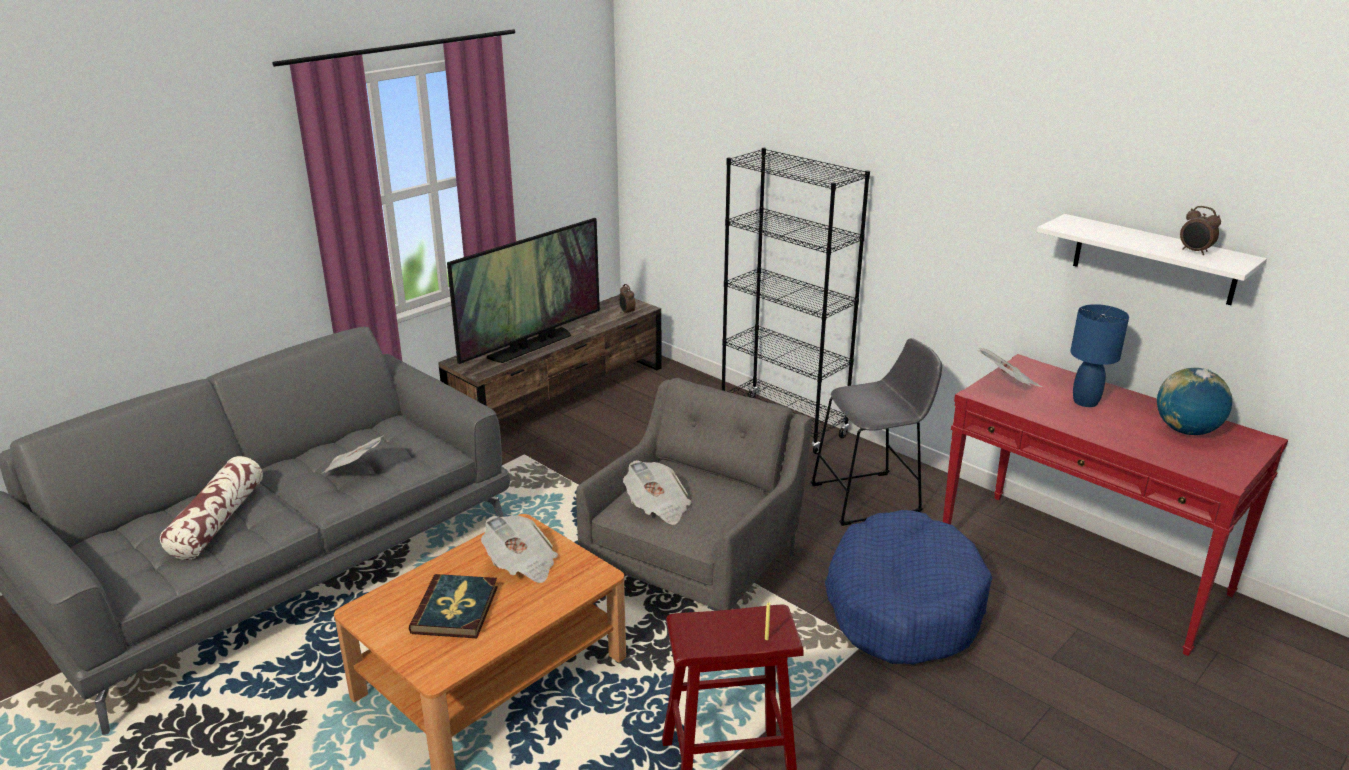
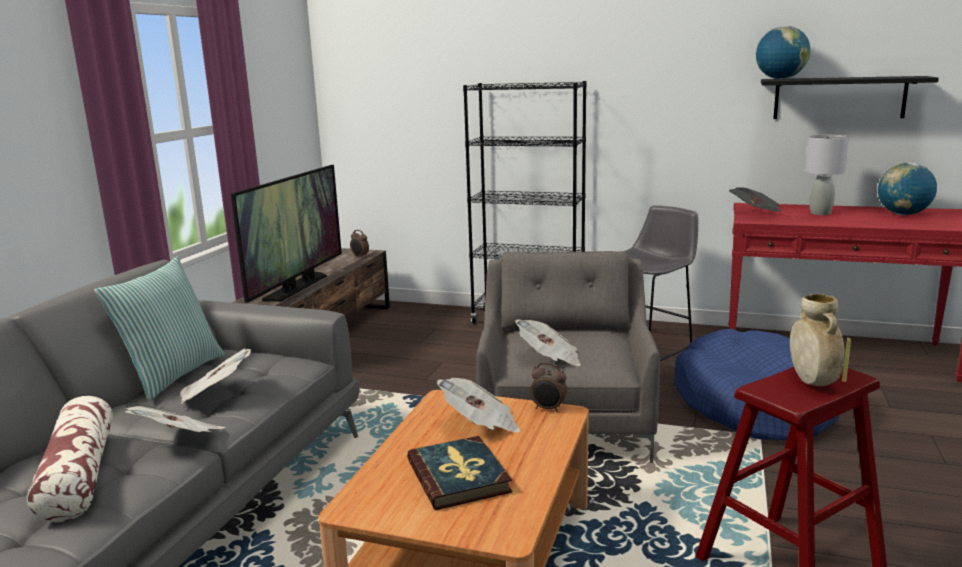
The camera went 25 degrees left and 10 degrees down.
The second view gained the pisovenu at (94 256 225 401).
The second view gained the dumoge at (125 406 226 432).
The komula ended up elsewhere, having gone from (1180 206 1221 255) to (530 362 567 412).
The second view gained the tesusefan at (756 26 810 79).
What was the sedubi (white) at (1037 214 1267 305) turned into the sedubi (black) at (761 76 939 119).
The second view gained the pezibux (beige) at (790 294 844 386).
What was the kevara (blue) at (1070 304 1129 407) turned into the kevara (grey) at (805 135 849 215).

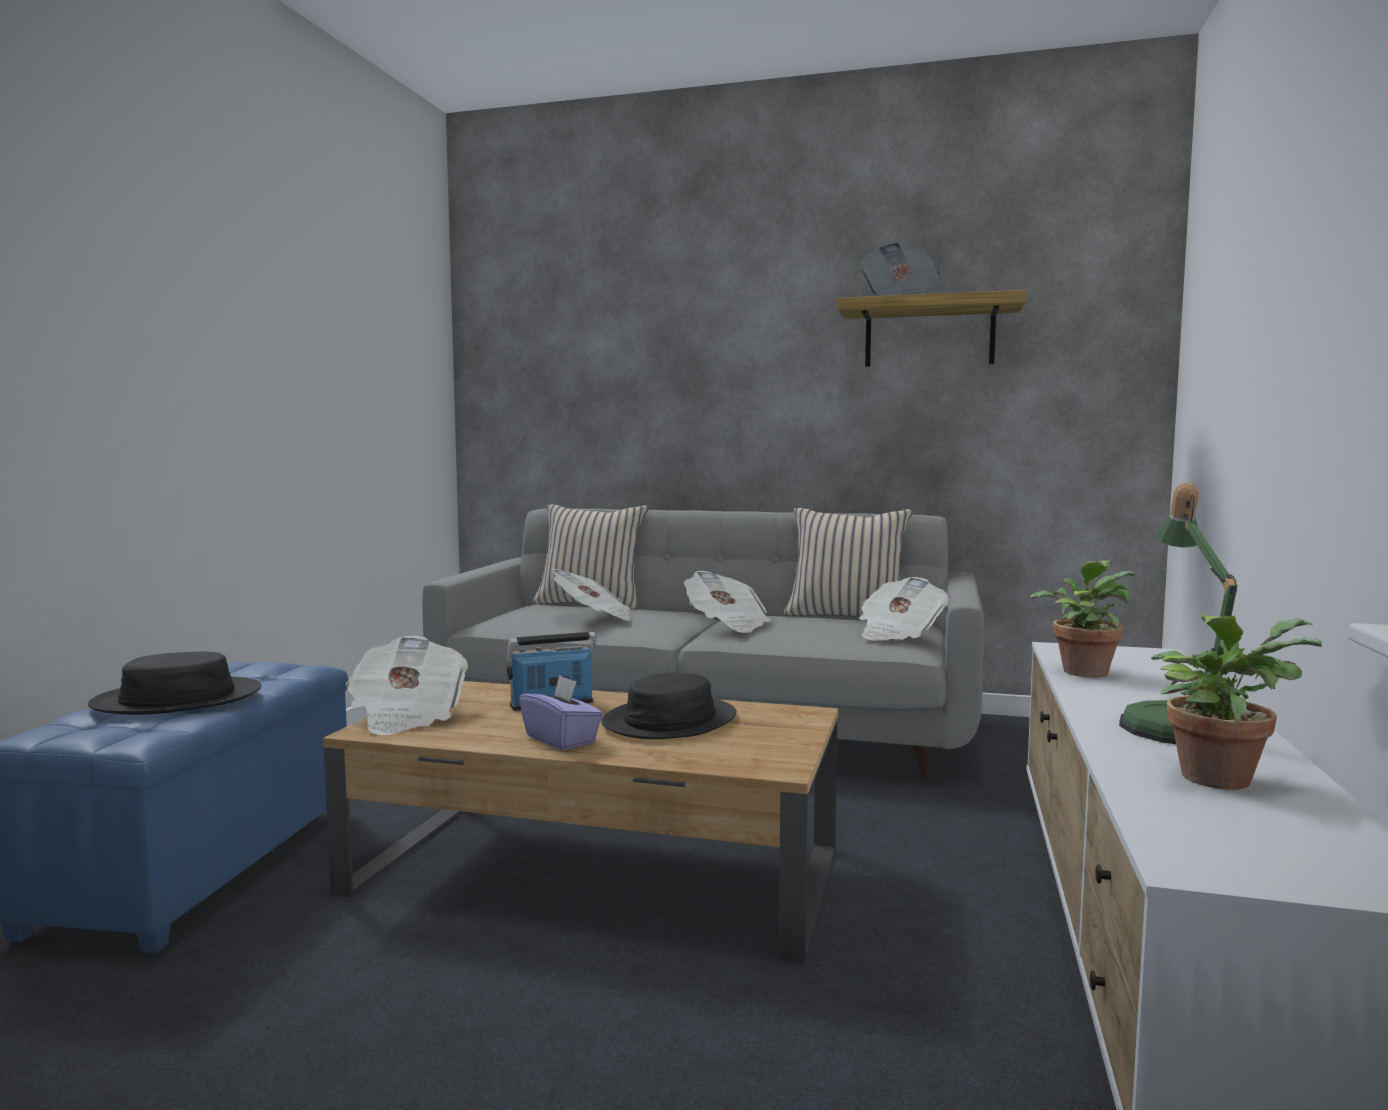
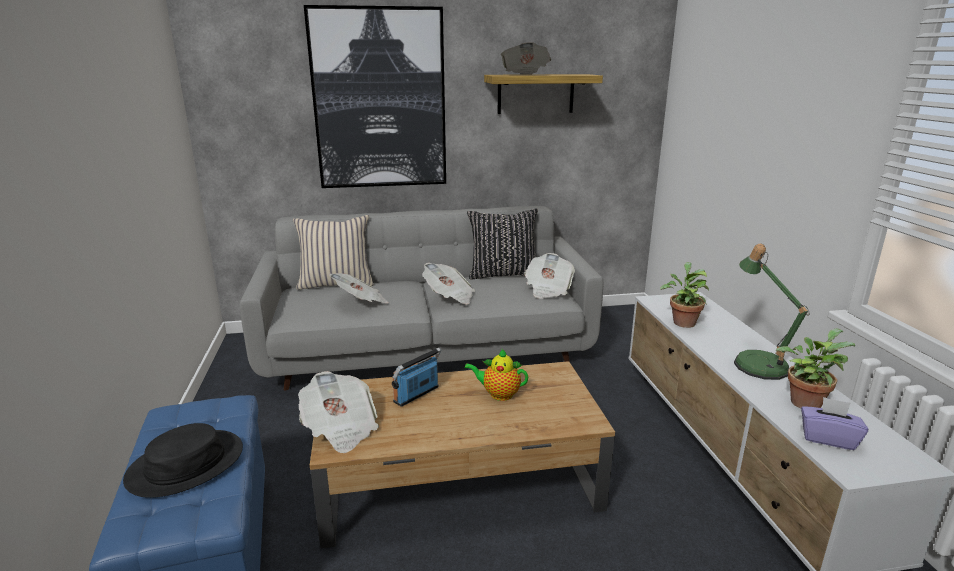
The camera went 25 degrees left and 15 degrees up.
The second view gained the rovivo at (304 5 446 188).
Where the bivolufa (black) stood at (601 672 737 739), the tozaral came to stand at (464 348 528 401).
What was the pisovenu (beige) at (784 508 913 616) turned into the pisovenu (black) at (467 208 538 279).
The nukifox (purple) ended up elsewhere, having gone from (519 675 603 751) to (801 397 868 450).

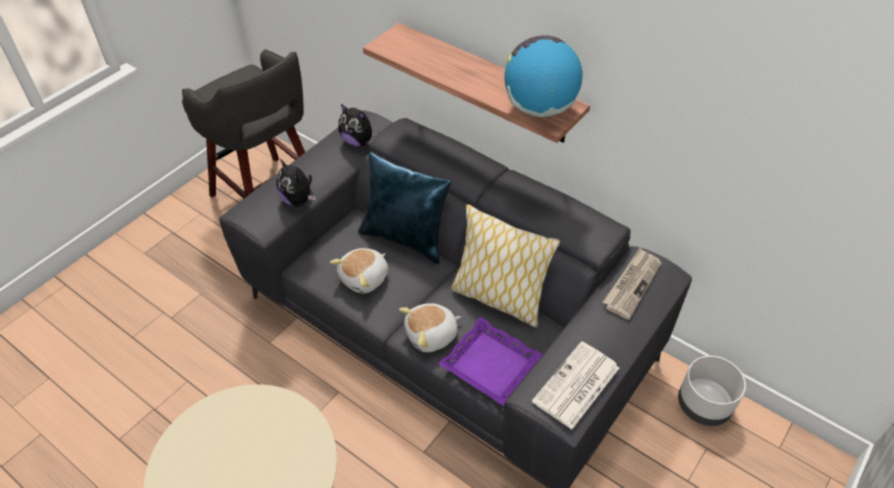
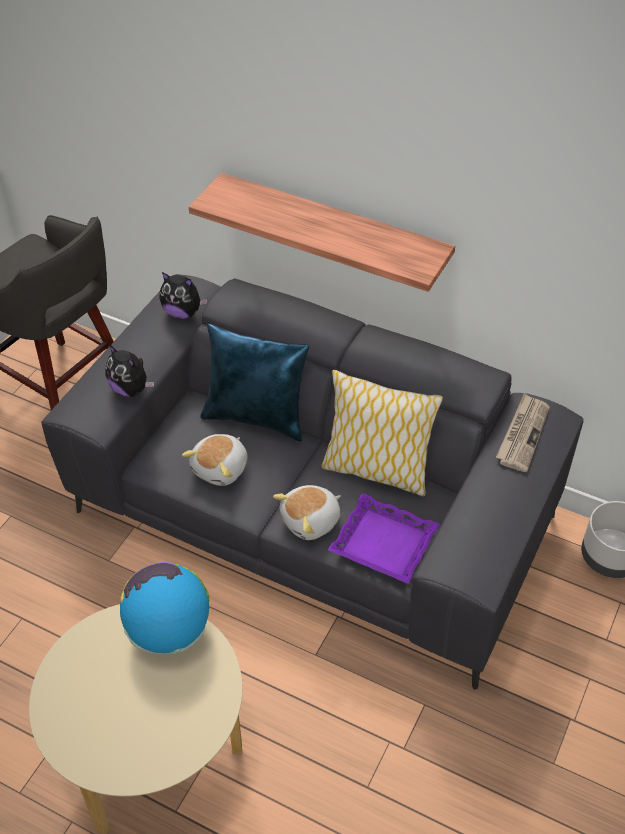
The camera went 10 degrees left and 0 degrees up.
The tesusefan ended up elsewhere, having gone from (505 35 583 117) to (120 562 209 654).
The second view lost the dumoge at (532 341 619 430).

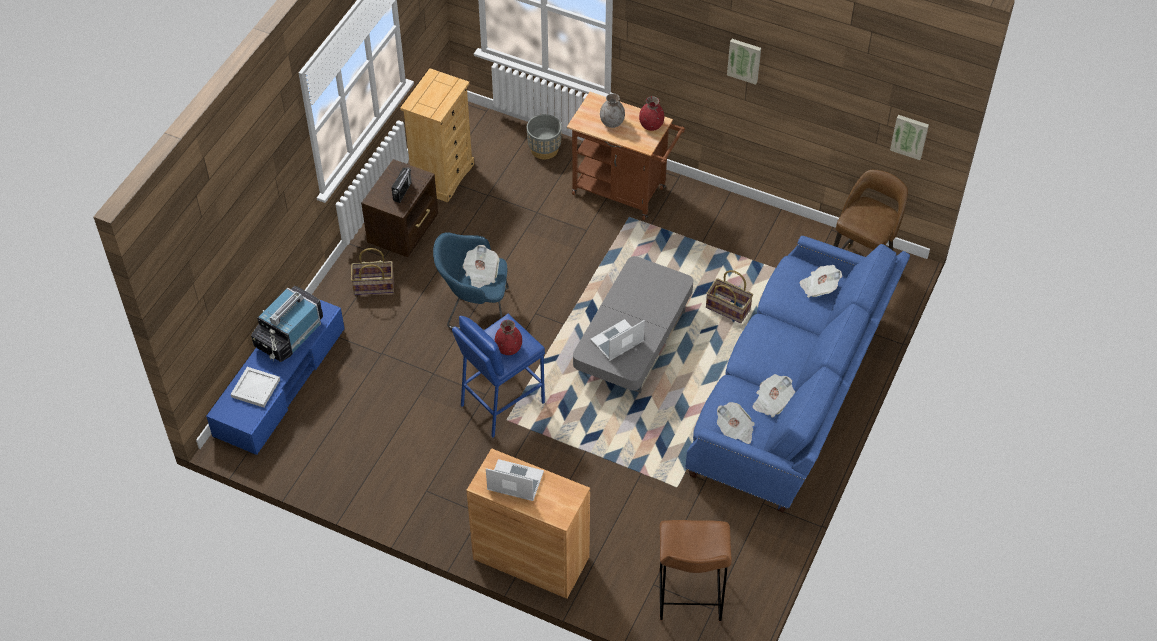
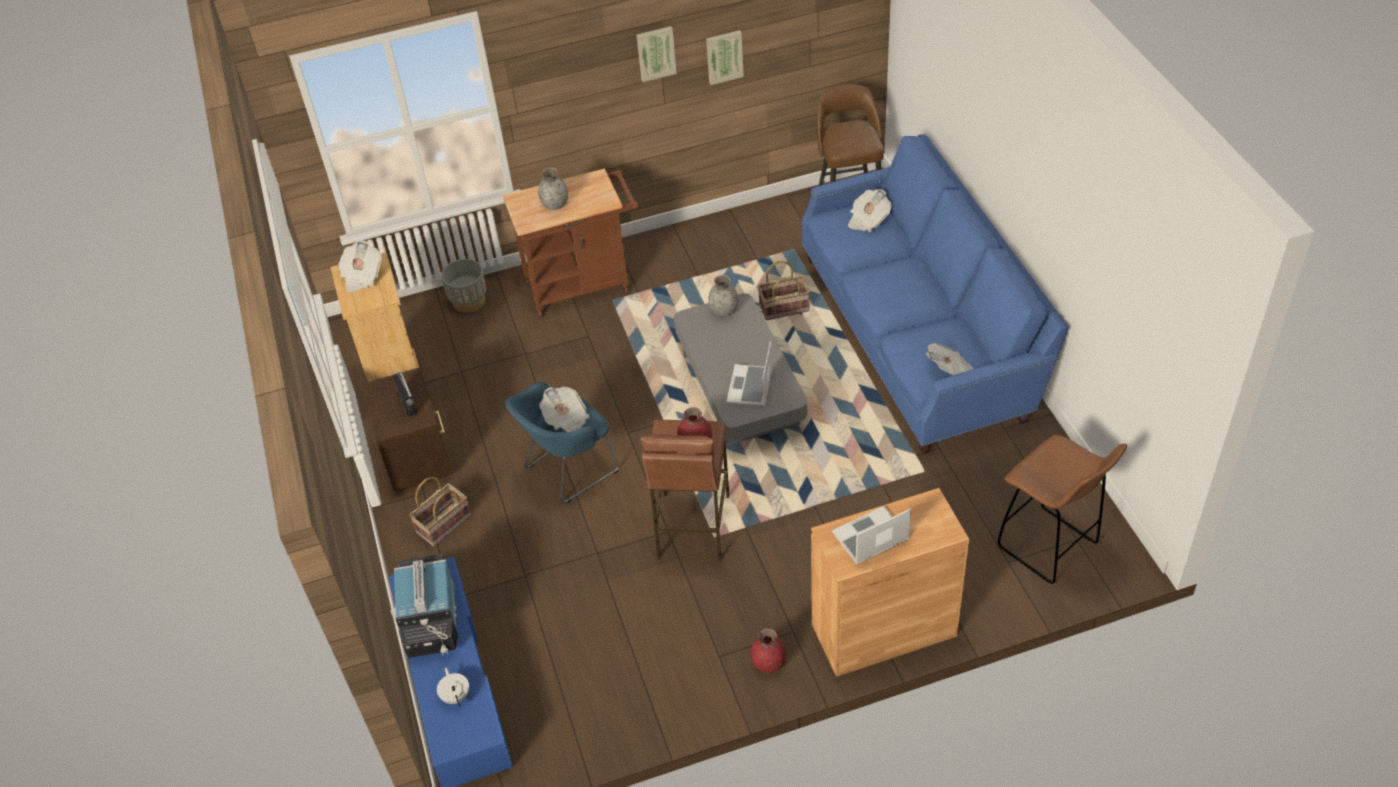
The camera went 40 degrees left and 5 degrees down.
The dumoge ended up elsewhere, having gone from (753 374 795 418) to (338 241 382 292).
Where the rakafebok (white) stood at (231 367 280 408), the tozaral (white) came to stand at (437 668 469 707).
What was the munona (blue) at (452 314 545 438) turned into the munona (brown) at (640 419 730 562).
The rovivo ended up elsewhere, having gone from (890 115 929 160) to (706 30 744 85).
The second view gained the pezibux (grey) at (708 275 739 316).
The pezibux (red) ended up elsewhere, having gone from (639 96 664 131) to (751 628 786 673).

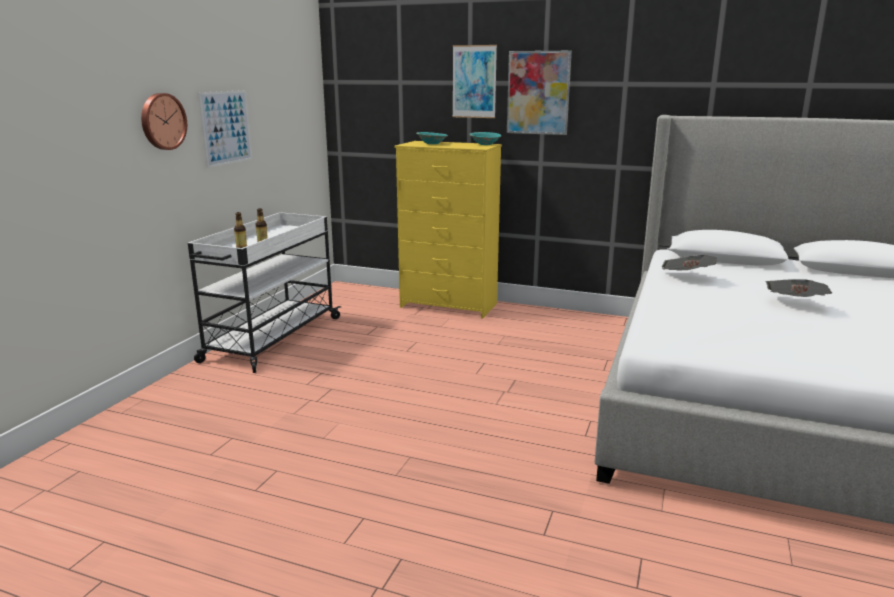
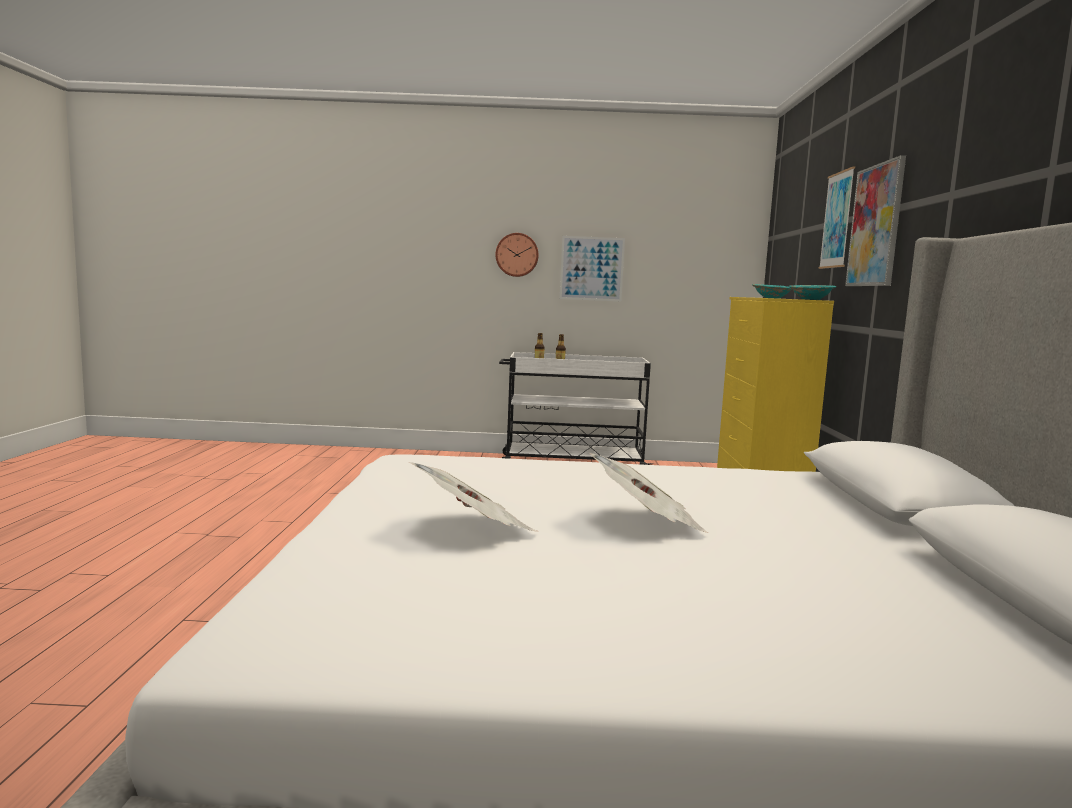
The camera went 70 degrees right and 10 degrees down.
The dumoge ended up elsewhere, having gone from (662 255 717 270) to (409 462 538 532).

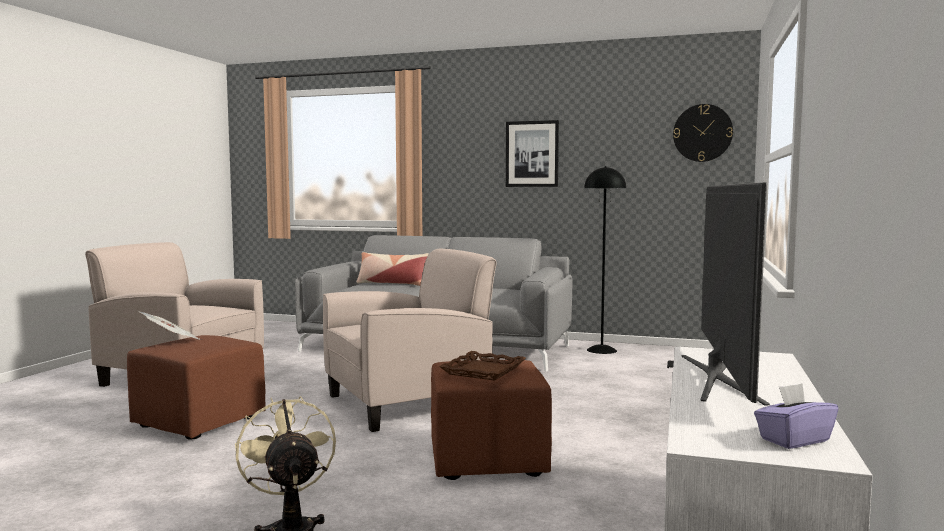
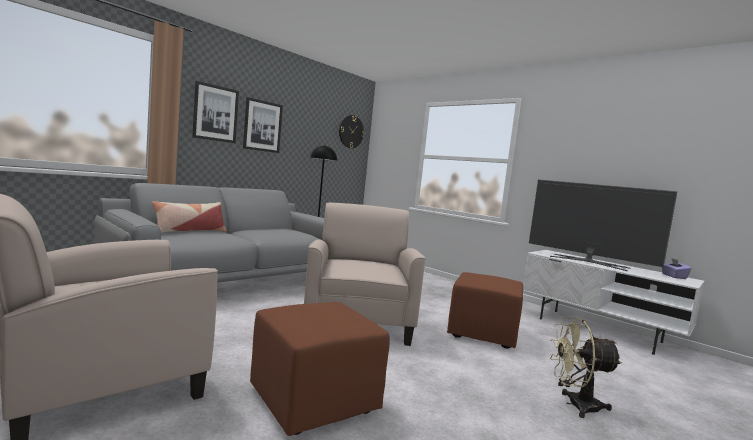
The camera went 65 degrees left and 0 degrees up.
The second view gained the rovivo at (192 81 239 143).
The second view lost the dumoge at (137 311 201 340).
The second view lost the rakafebok (brown) at (439 351 526 381).

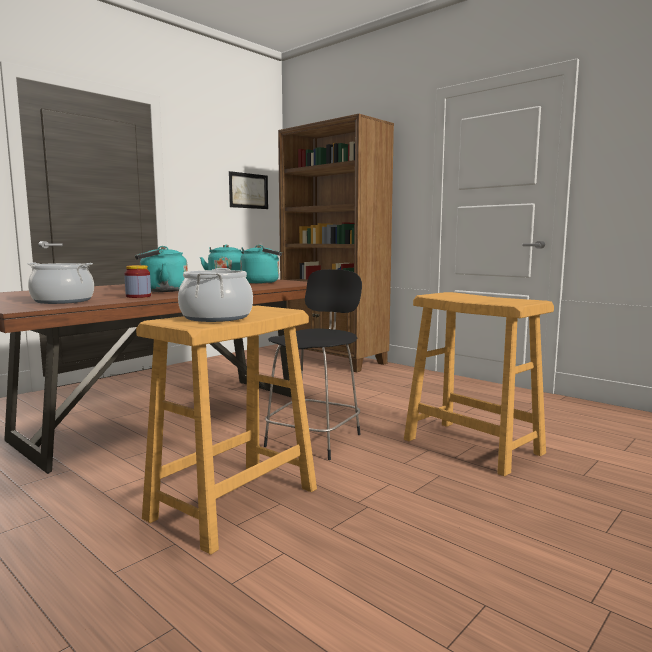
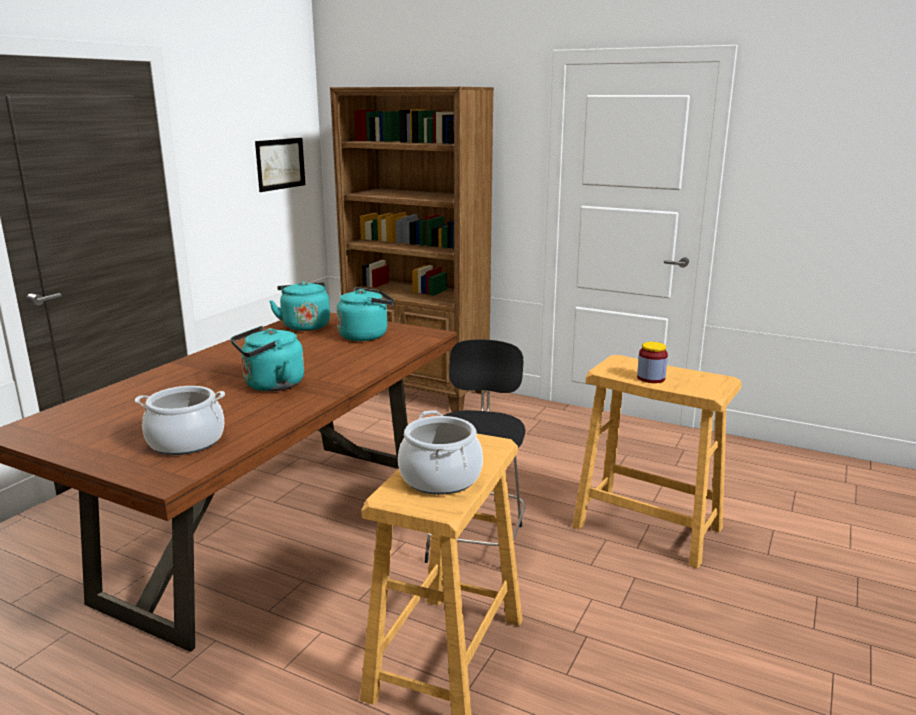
The camera went 15 degrees left and 10 degrees up.
The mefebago ended up elsewhere, having gone from (124 265 151 298) to (637 342 668 383).

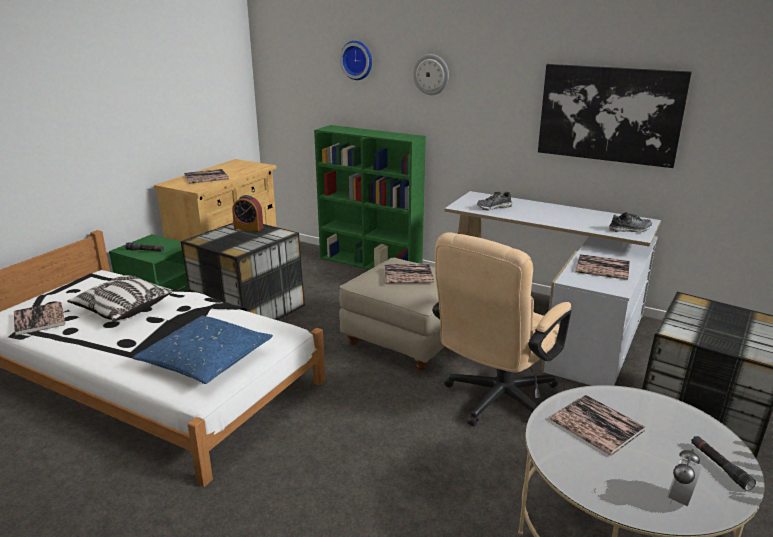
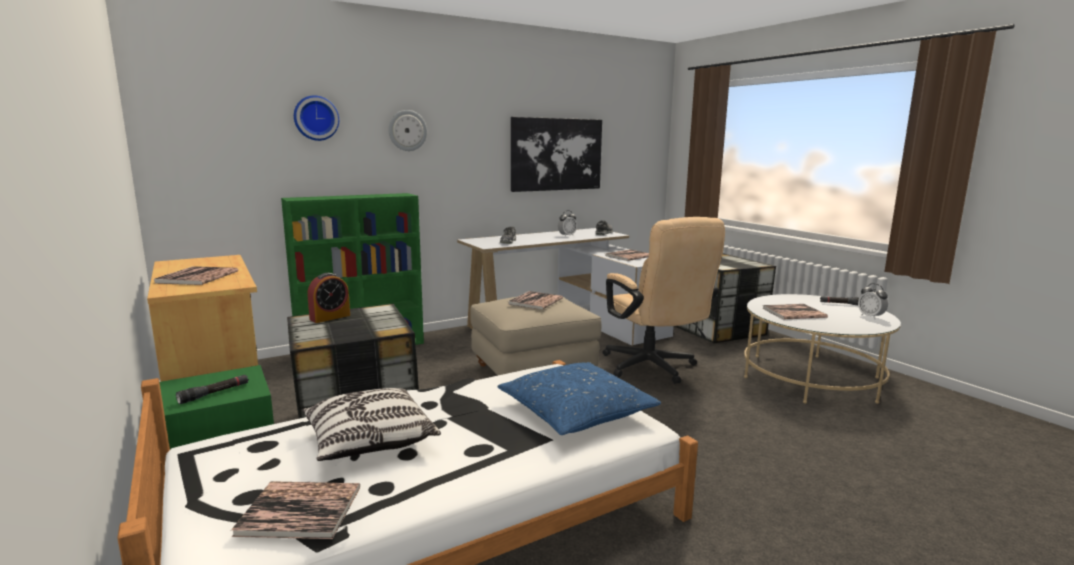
The camera went 60 degrees left and 10 degrees down.
The second view gained the komula at (558 210 577 237).

